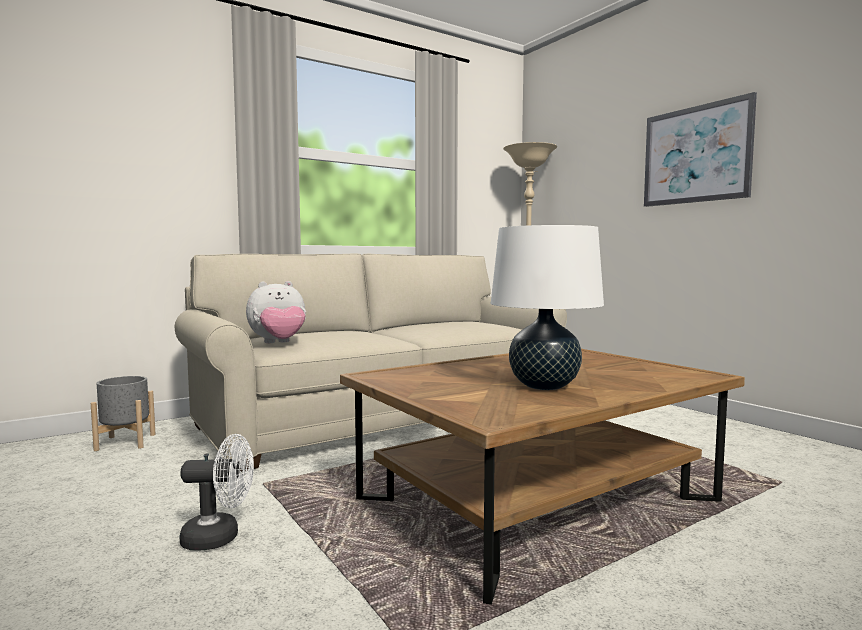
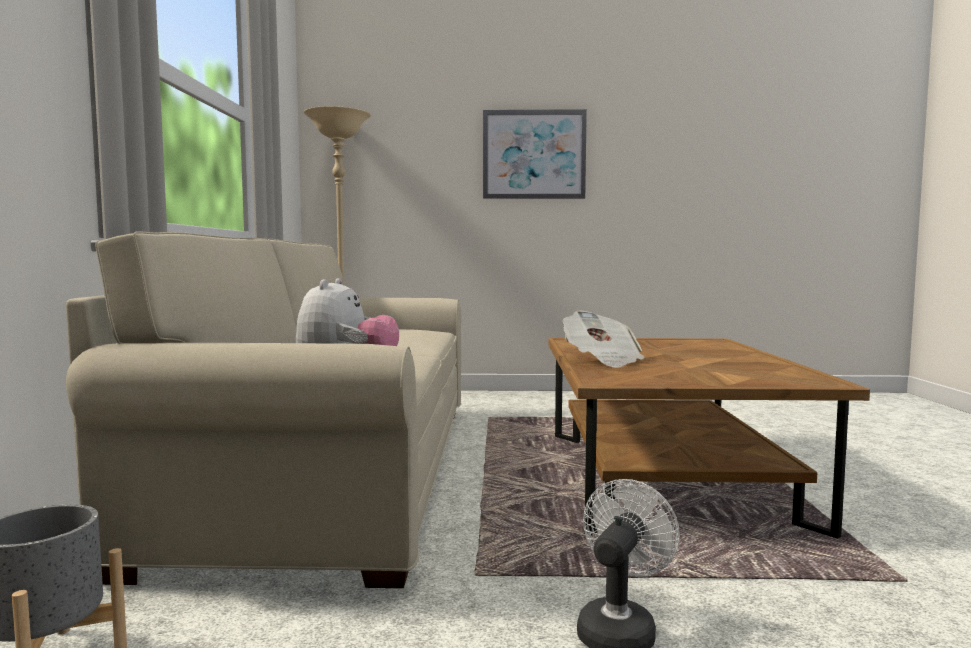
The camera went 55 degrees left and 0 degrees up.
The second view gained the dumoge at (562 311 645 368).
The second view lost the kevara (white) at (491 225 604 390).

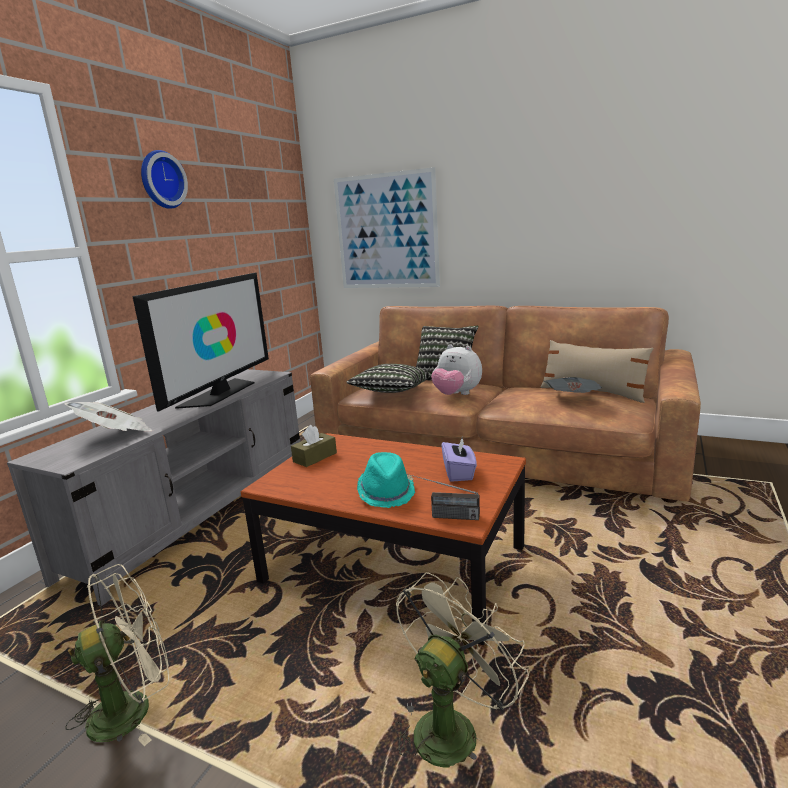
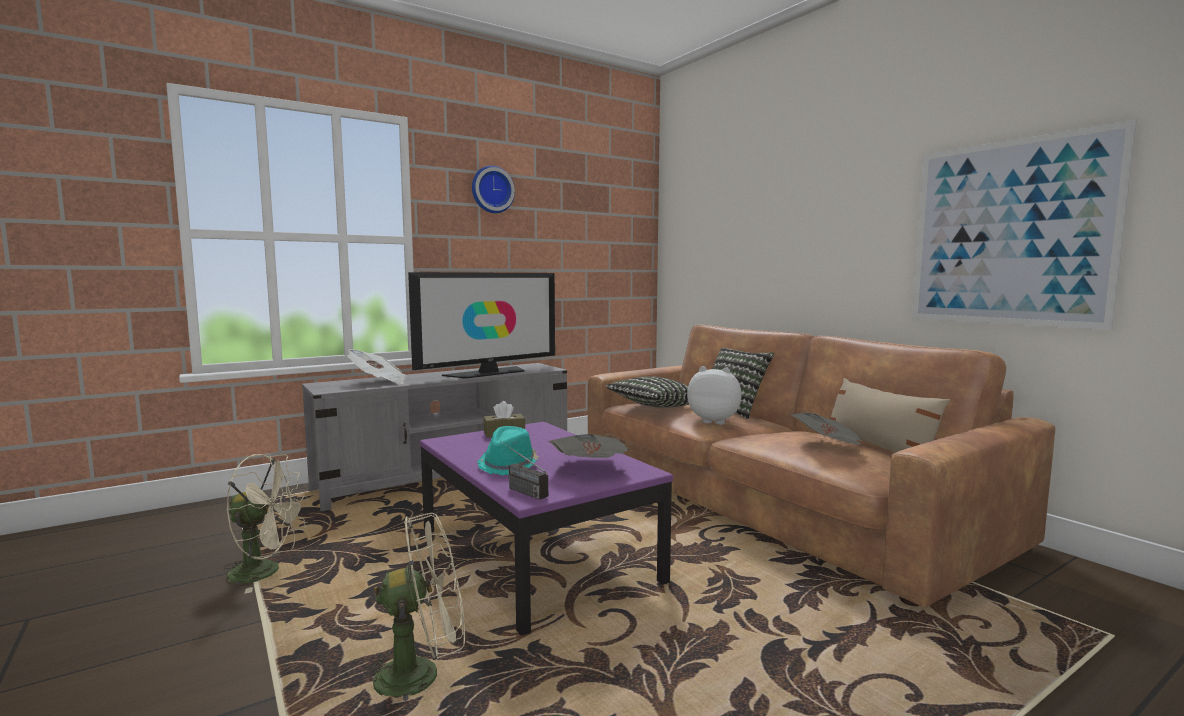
The camera went 30 degrees right and 10 degrees down.
What was the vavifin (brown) at (241 433 526 645) turned into the vavifin (purple) at (420 422 673 636).
Where the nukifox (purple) stood at (442 435 477 482), the dumoge came to stand at (549 434 629 458).
The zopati at (431 344 482 395) ended up facing another way, 135 degrees clockwise from before.
The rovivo ended up elsewhere, having gone from (334 167 440 288) to (912 120 1137 330).

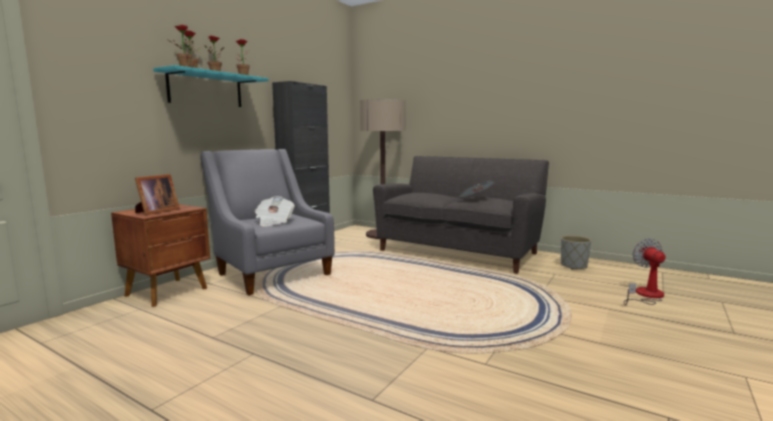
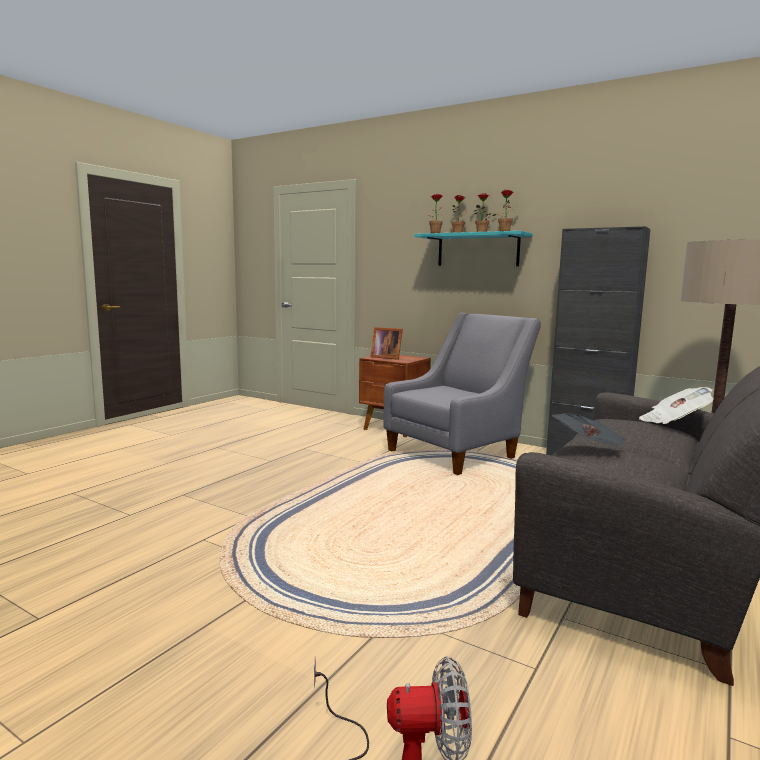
The camera went 90 degrees right and 0 degrees up.
The dumoge ended up elsewhere, having gone from (255 196 295 226) to (639 387 714 424).
The second view lost the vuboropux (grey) at (561 236 591 269).

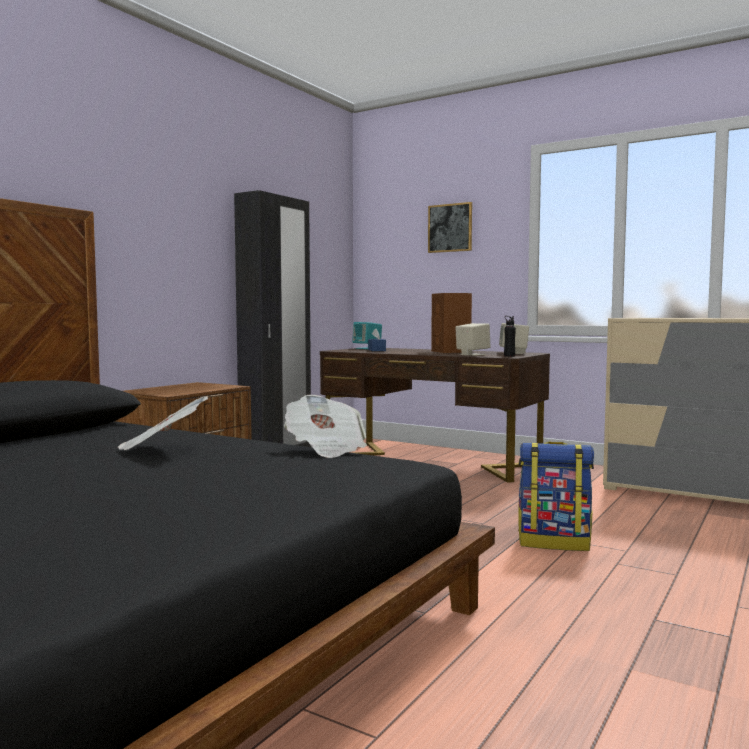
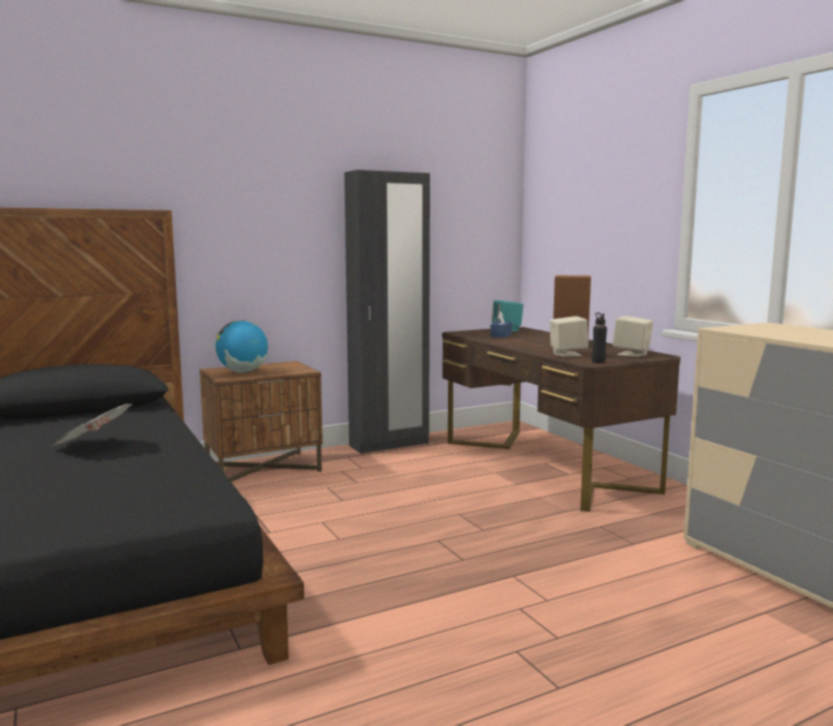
The camera went 30 degrees right and 5 degrees up.
The second view gained the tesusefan at (215 320 268 373).
The second view lost the dumoge at (284 395 367 458).
The second view lost the rovivo at (428 202 472 253).
The second view lost the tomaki at (518 442 594 551).

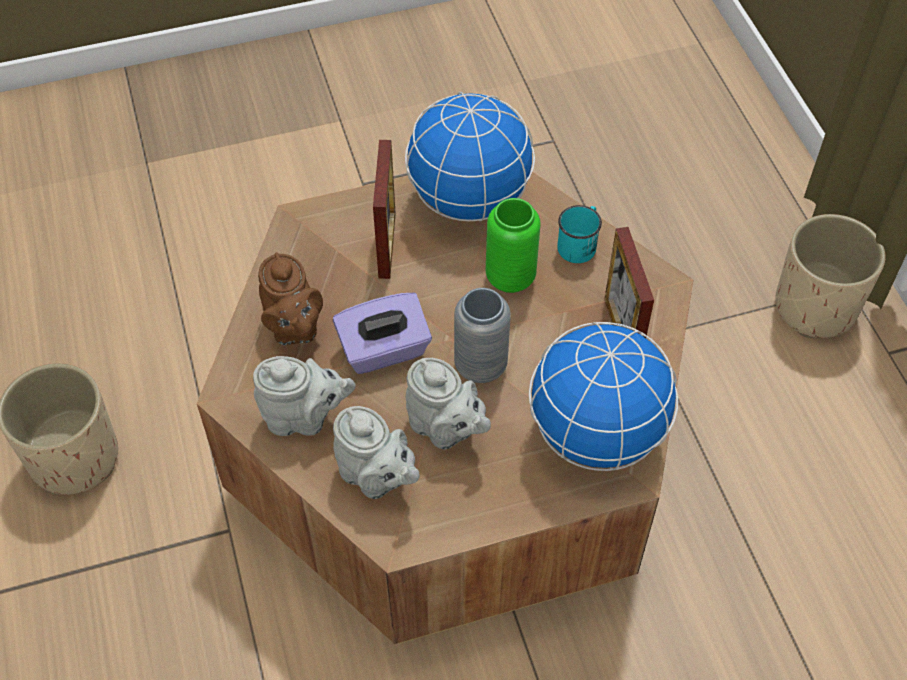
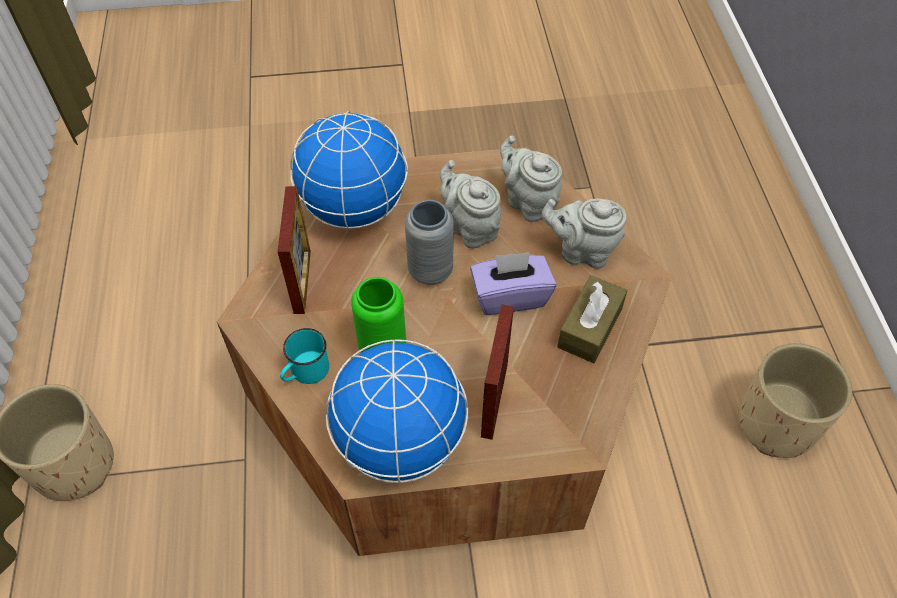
The camera went 170 degrees left and 0 degrees up.
Where the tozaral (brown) stood at (258 253 323 345), the nukifox (brown) came to stand at (557 275 627 363).

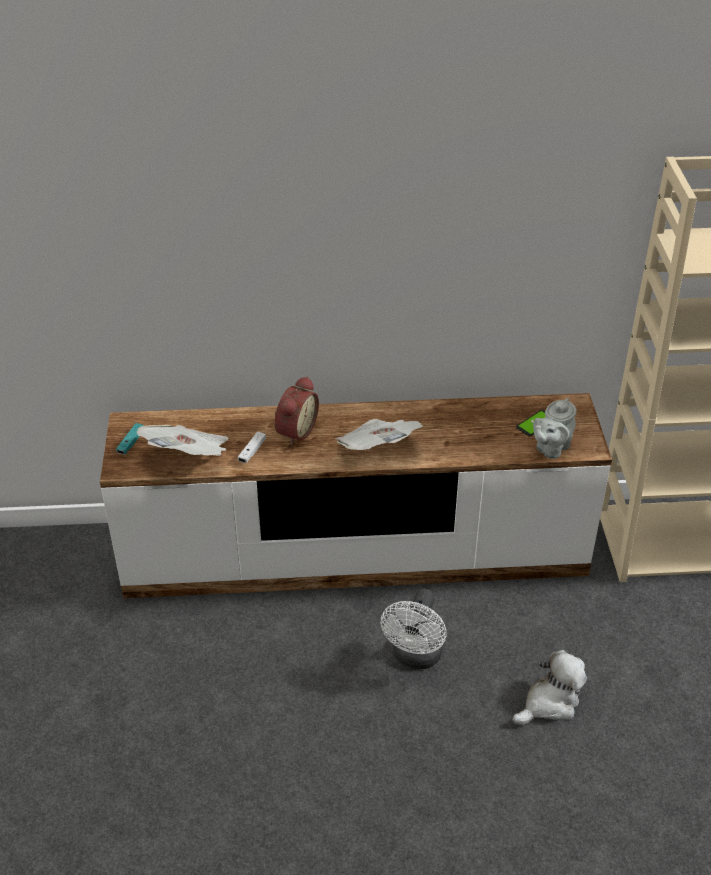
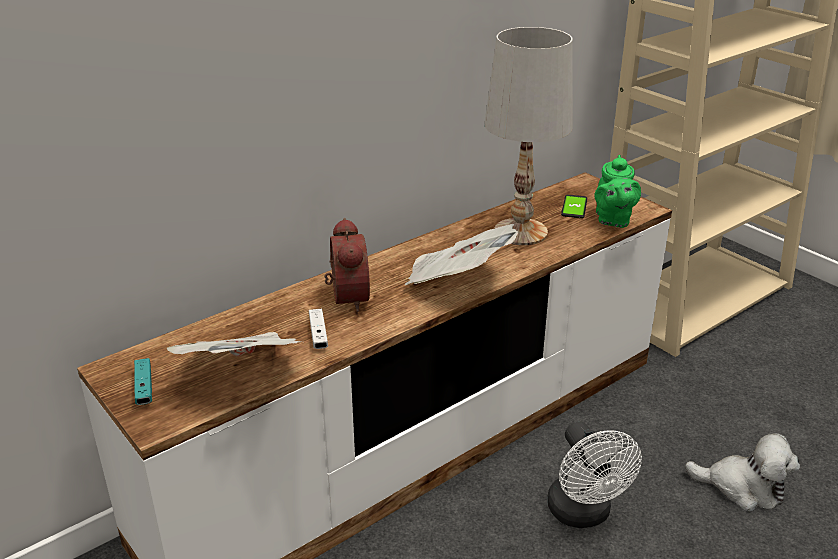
The camera went 35 degrees left and 10 degrees down.
The second view gained the kevara (white) at (484 27 573 245).
What was the tozaral (grey) at (533 398 577 459) turned into the tozaral (green) at (594 155 641 228).
The zopati at (512 650 587 725) ended up facing another way, 90 degrees clockwise from before.

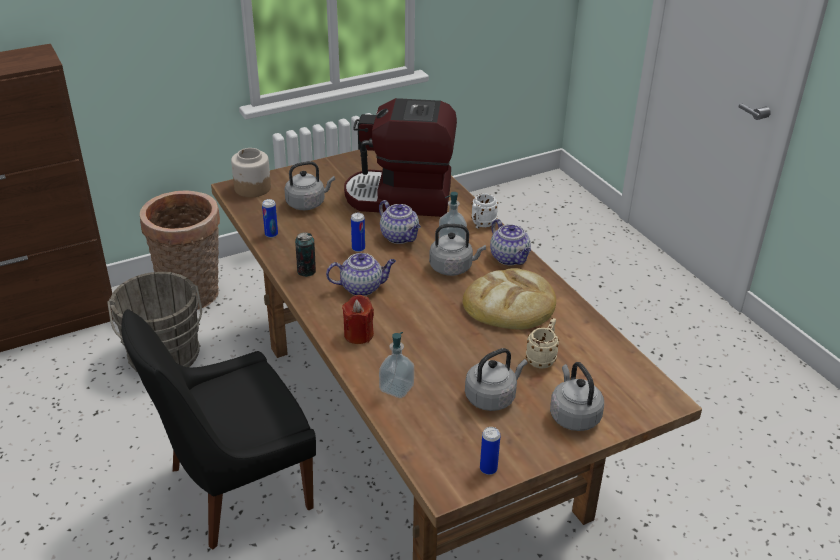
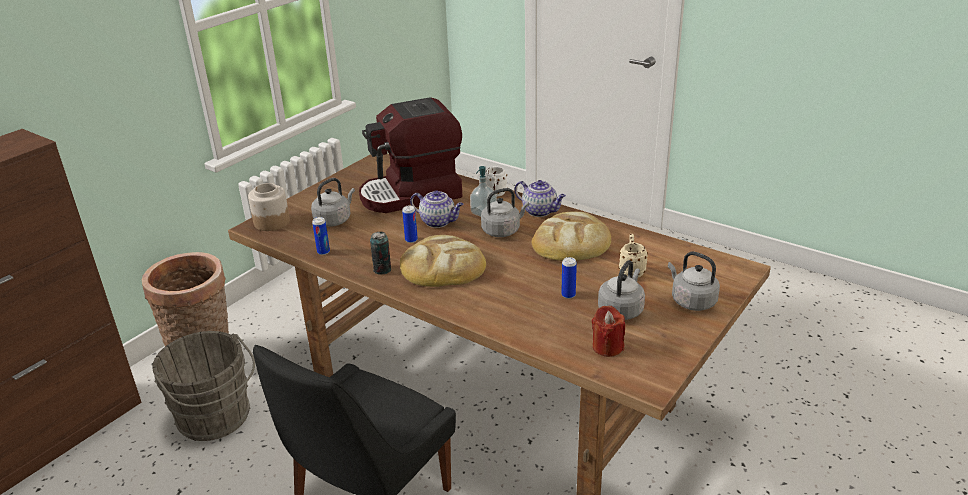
The camera went 25 degrees left and 5 degrees down.
Where the tozaral stood at (326 253 396 296), the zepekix came to stand at (400 235 486 287).
The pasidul ended up elsewhere, having gone from (480 427 500 475) to (561 257 577 299).
The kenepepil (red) ended up elsewhere, having gone from (342 295 374 344) to (592 306 625 357).
The second view lost the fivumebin at (379 332 414 398).

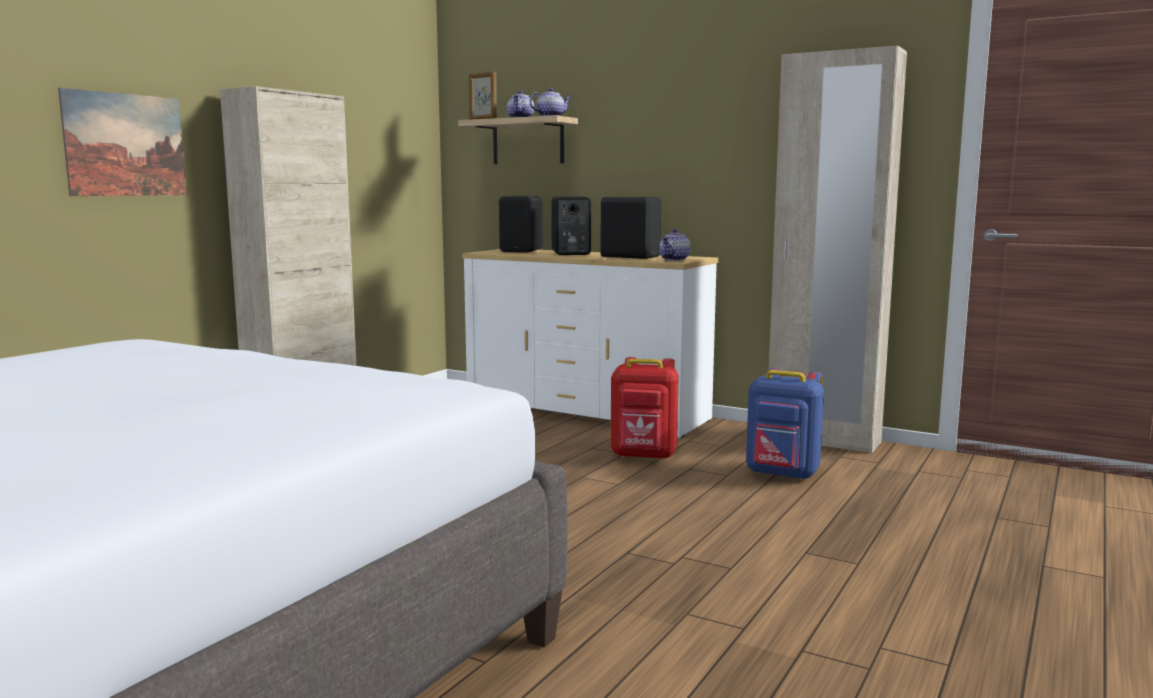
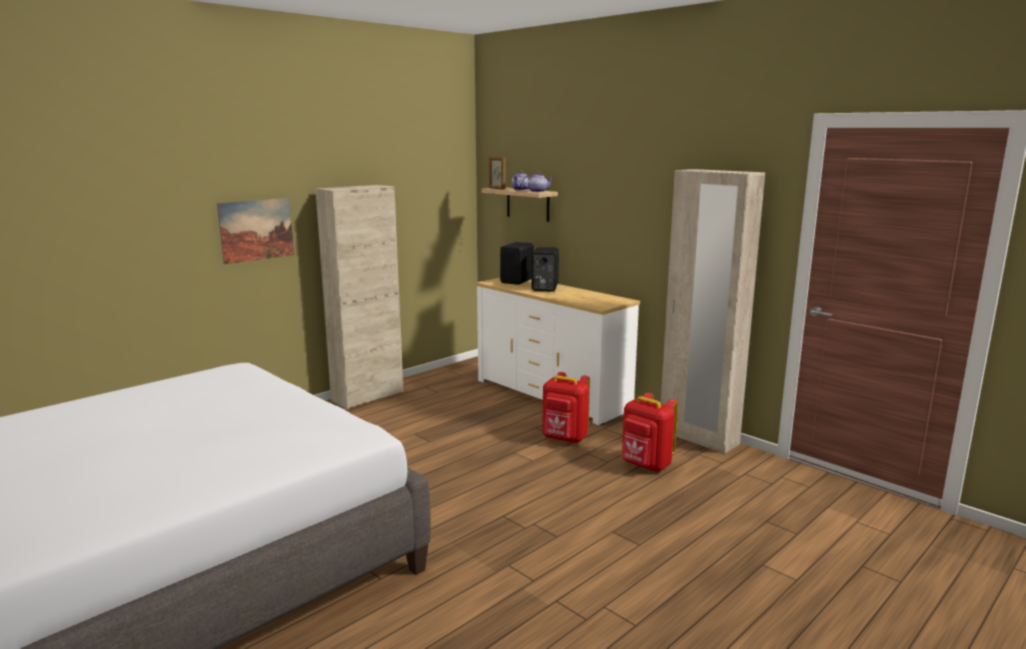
The camera went 15 degrees right and 5 degrees up.
What was the tomaki (blue) at (746 368 824 480) turned into the tomaki (red) at (622 393 678 472).
The second view lost the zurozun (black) at (600 197 661 259).
The second view lost the tozaral at (659 229 691 261).

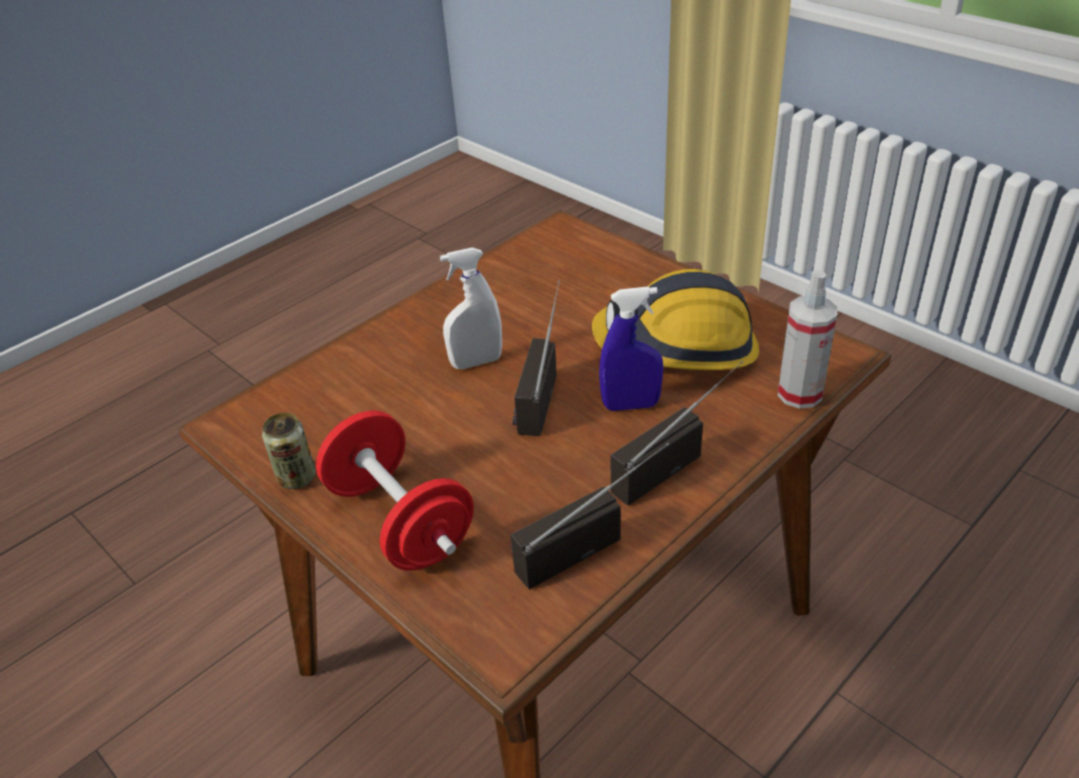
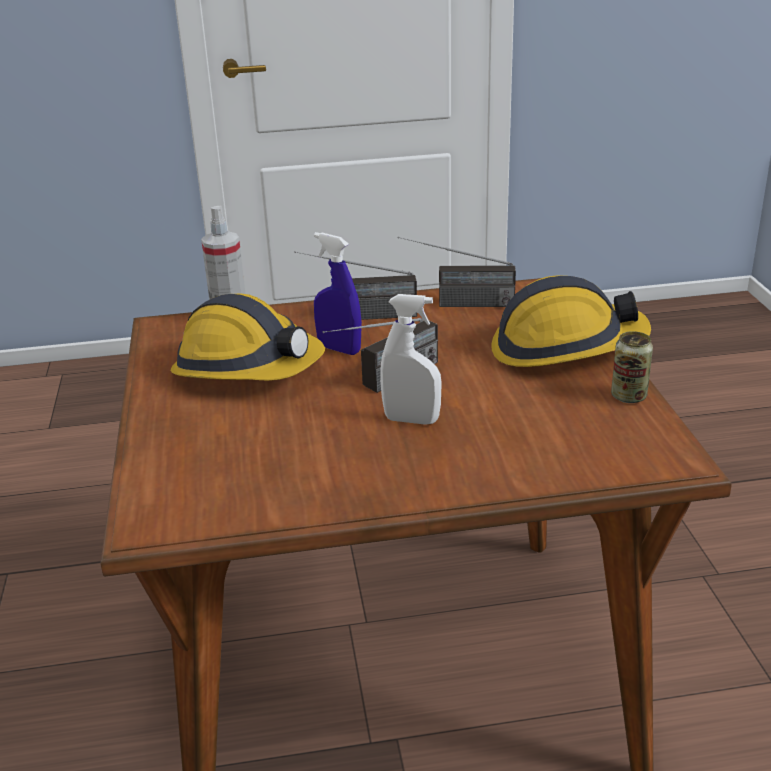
The camera went 145 degrees left and 10 degrees down.
Where the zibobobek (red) stood at (316 410 474 571), the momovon came to stand at (491 275 651 367).

